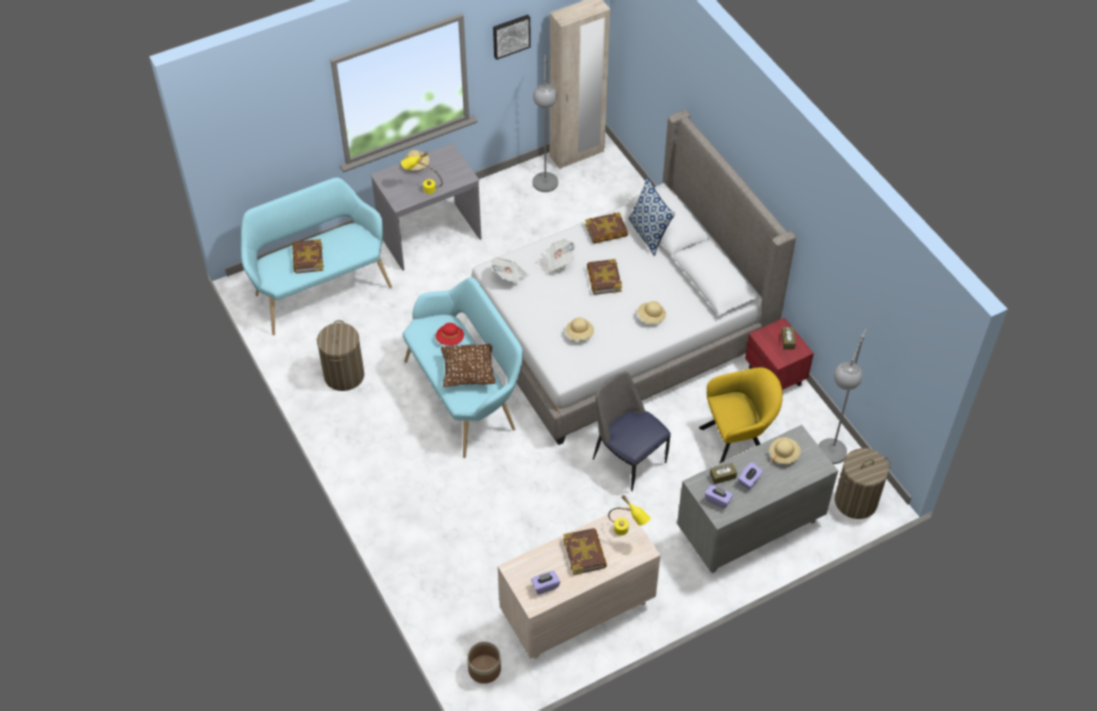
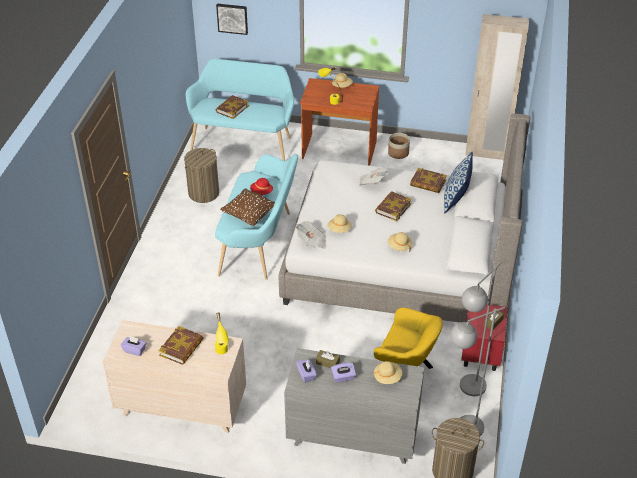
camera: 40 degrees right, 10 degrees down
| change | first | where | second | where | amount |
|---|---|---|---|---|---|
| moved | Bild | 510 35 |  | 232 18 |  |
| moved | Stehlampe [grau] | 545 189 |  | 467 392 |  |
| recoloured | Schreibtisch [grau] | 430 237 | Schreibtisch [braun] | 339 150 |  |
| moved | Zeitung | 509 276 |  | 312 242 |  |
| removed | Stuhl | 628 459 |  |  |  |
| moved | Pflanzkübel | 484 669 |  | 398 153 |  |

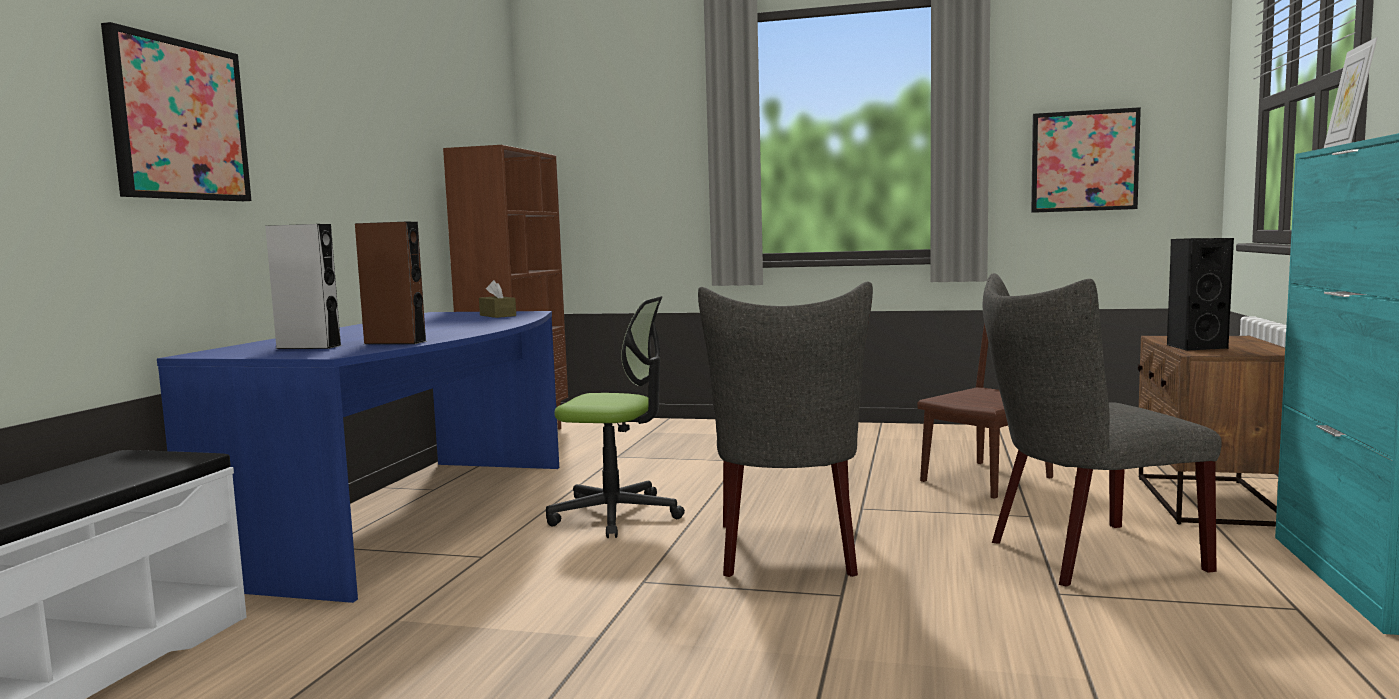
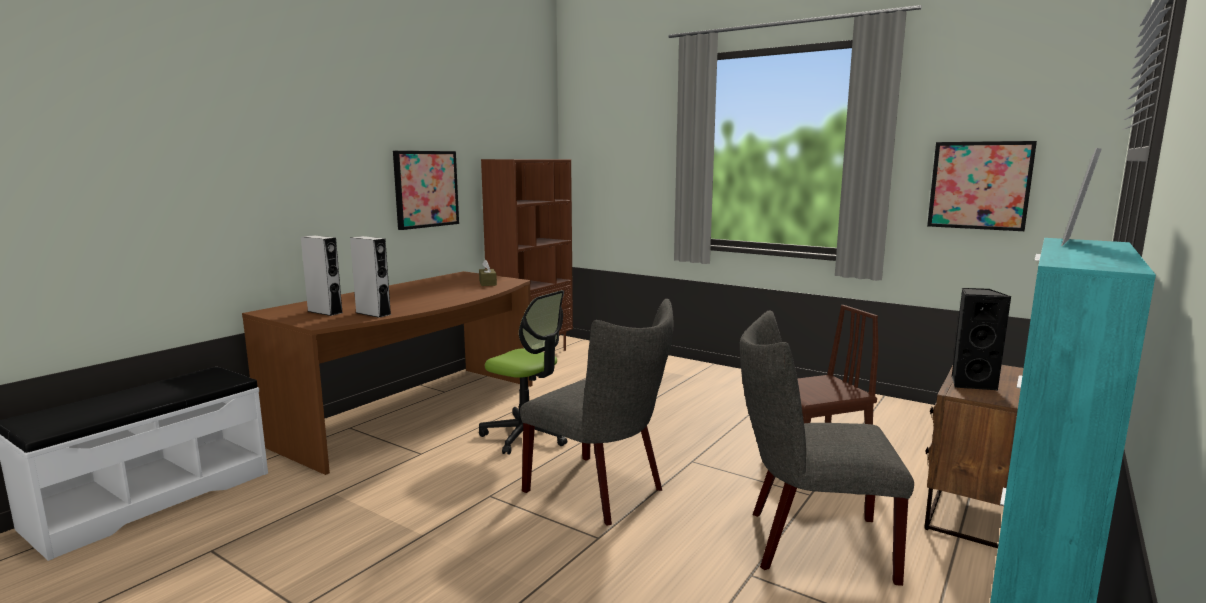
camera: 20 degrees right, 5 degrees up
| change | first | where | second | where | amount |
|---|---|---|---|---|---|
| moved | Bild | 178 120 |  | 426 189 |  |
| recoloured | Lautsprecher [braun] | 395 342 | Lautsprecher [grau] | 373 313 |  |
| turned | Stuhl [grau] | 788 553 |  | 601 491 | 75 degrees counterclockwise |
| recoloured | Schreibtisch [blau] | 418 517 | Schreibtisch [braun] | 416 413 |  |

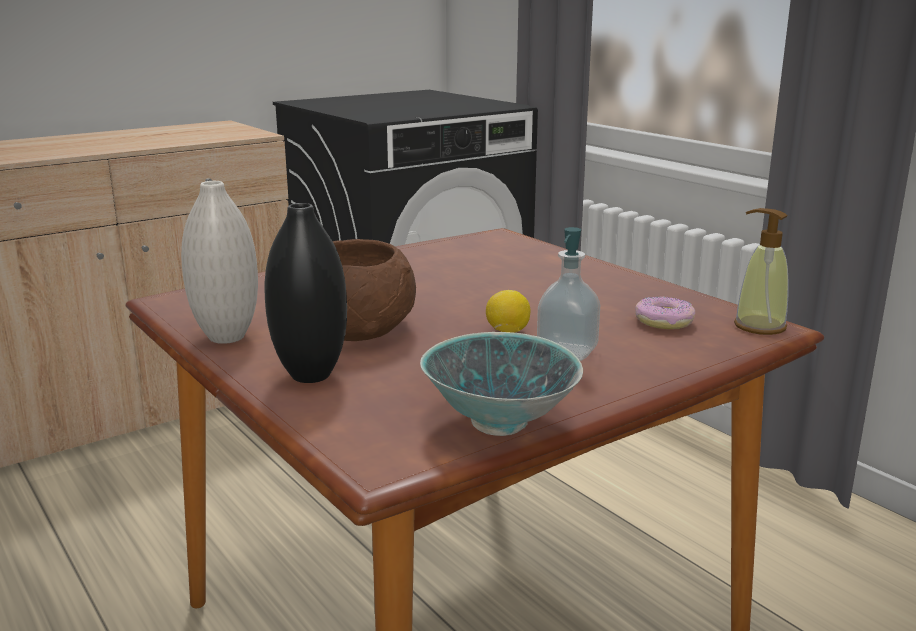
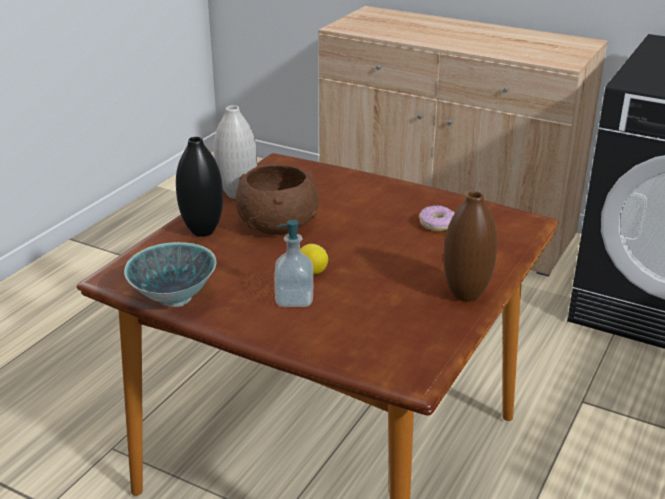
camera: 65 degrees right, 10 degrees up
| change | first | where | second | where | amount |
|---|---|---|---|---|---|
| removed | Seifenspender | 759 326 |  |  |  |
| moved | Donut | 664 321 |  | 437 224 |  |
| added |  |  | Vase [braun] | 466 295 |  |

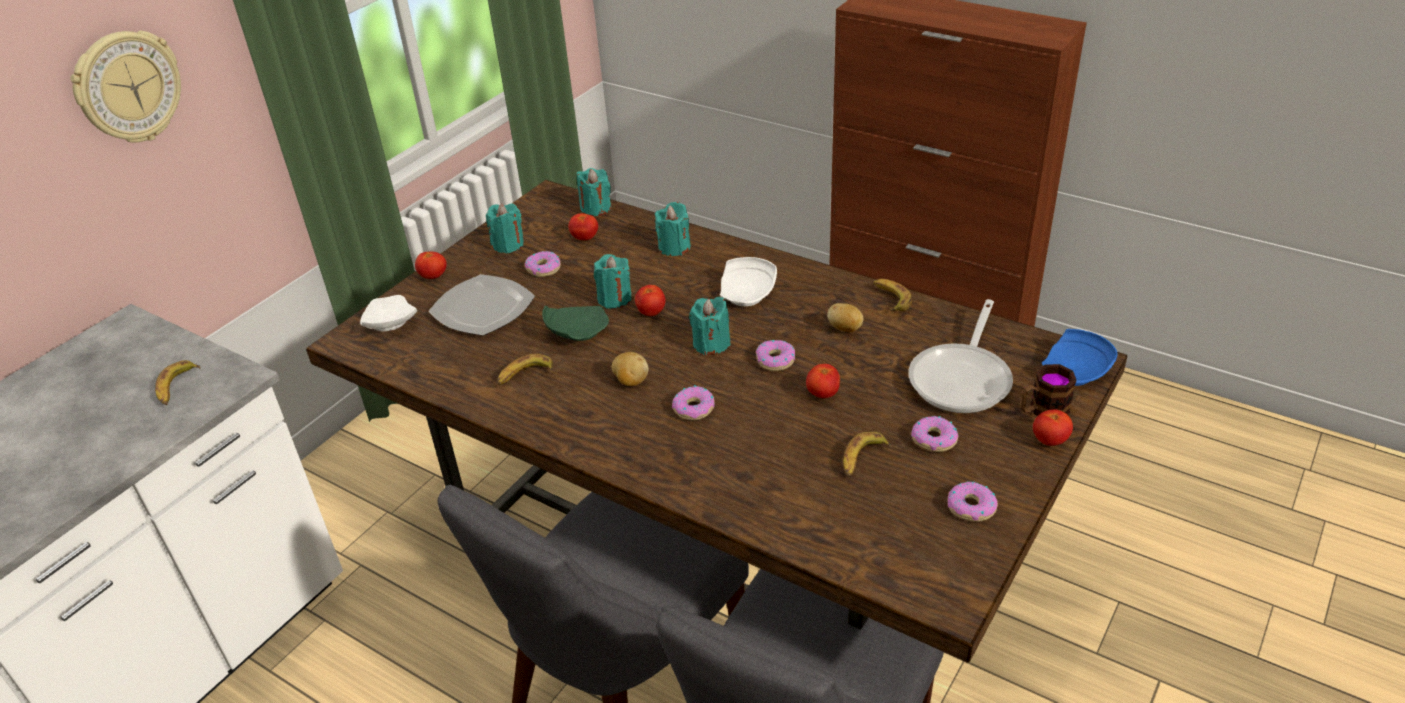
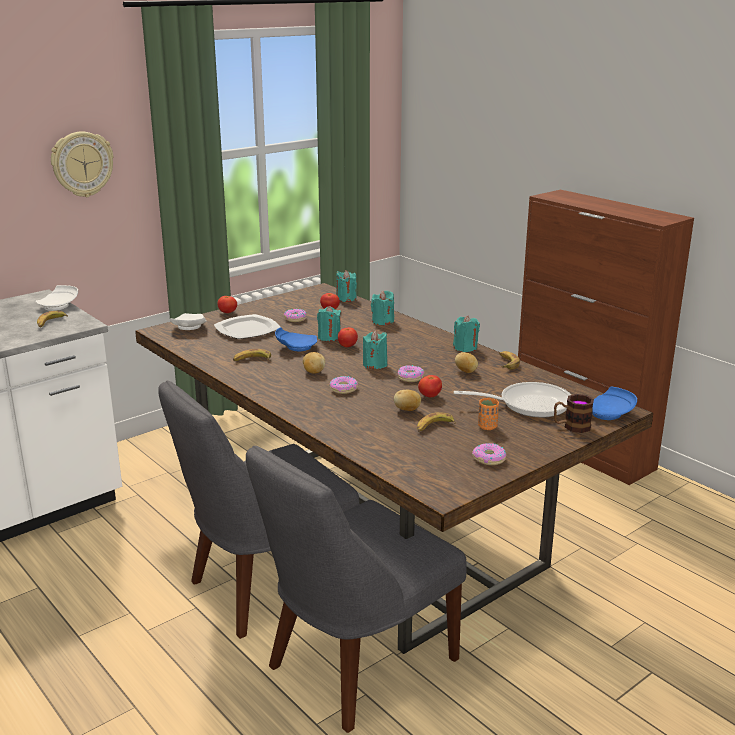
camera: 15 degrees right, 15 degrees down
| change | first | where | second | where | amount |
|---|---|---|---|---|---|
| moved | Kerze [türkis] | 508 244 |  | 465 348 |  |
| moved | Teller [weiß] | 747 293 |  | 59 306 |  |
| turned | Pfanne | 963 378 |  | 528 404 | 135 degrees counterclockwise |
| recoloured | Teller [grün] | 576 331 | Teller [blau] | 295 347 |  |
| removed | Tomate | 1049 440 |  |  |  |
| replaced | Donut | 934 439 | Tasse [orange] | 487 427 |  |
| added |  |  | Kartoffel | 407 410 |  |

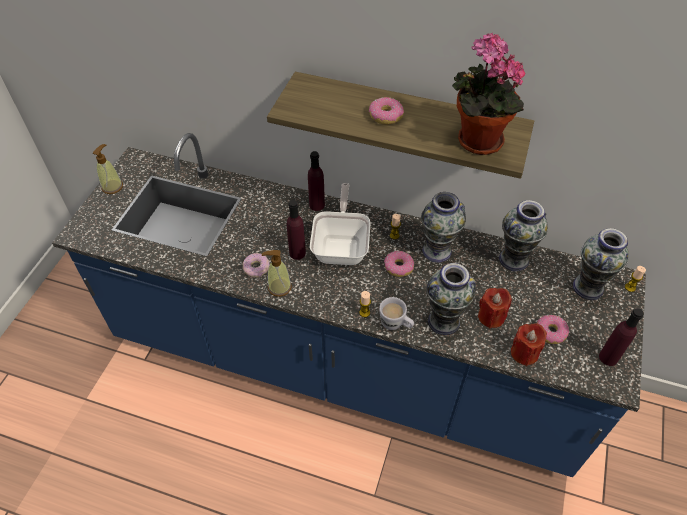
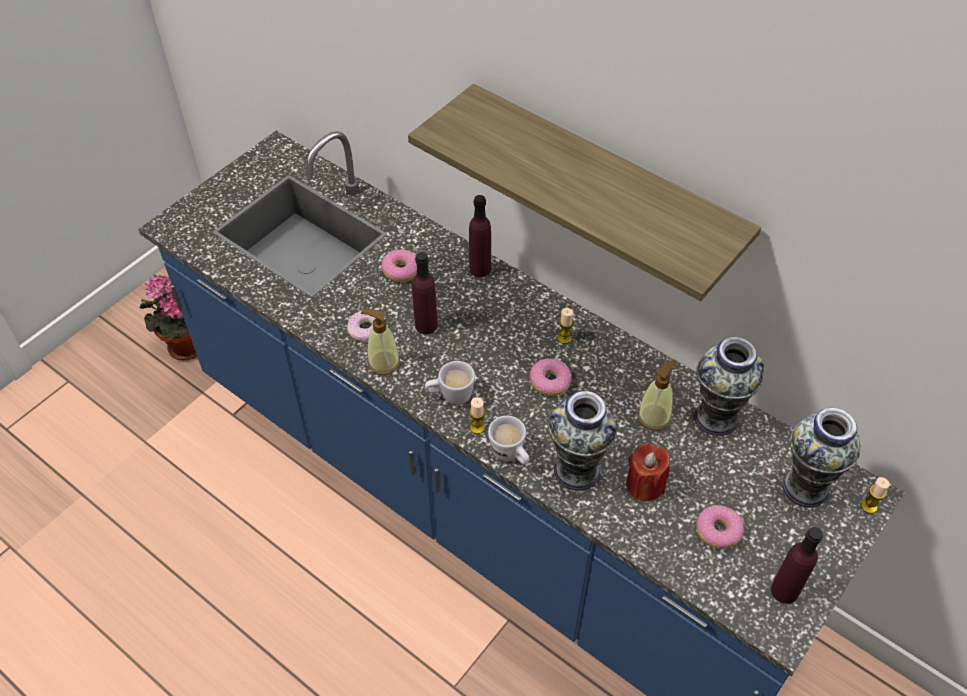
camera: 20 degrees right, 0 degrees up
| change | first | where | second | where | amount |
|---|---|---|---|---|---|
| moved | Topfpflanze | 475 141 |  | 183 346 |  |
| moved | Donut | 385 116 |  | 400 271 |  |
| moved | Seifenspender | 112 187 |  | 654 417 |  |
| removed | Pfanne | 341 246 |  |  |  |
| removed | Vase | 436 250 |  |  |  |
| removed | Kerze [rot] | 524 353 |  |  |  |
| added |  |  | Henkelbecher [weiß] | 450 396 |  |

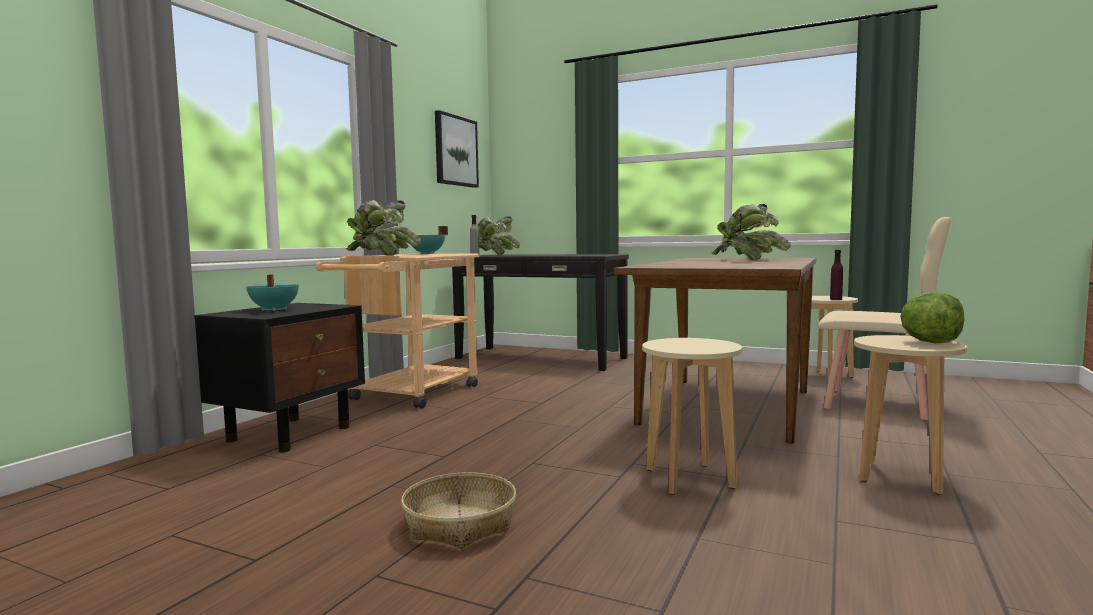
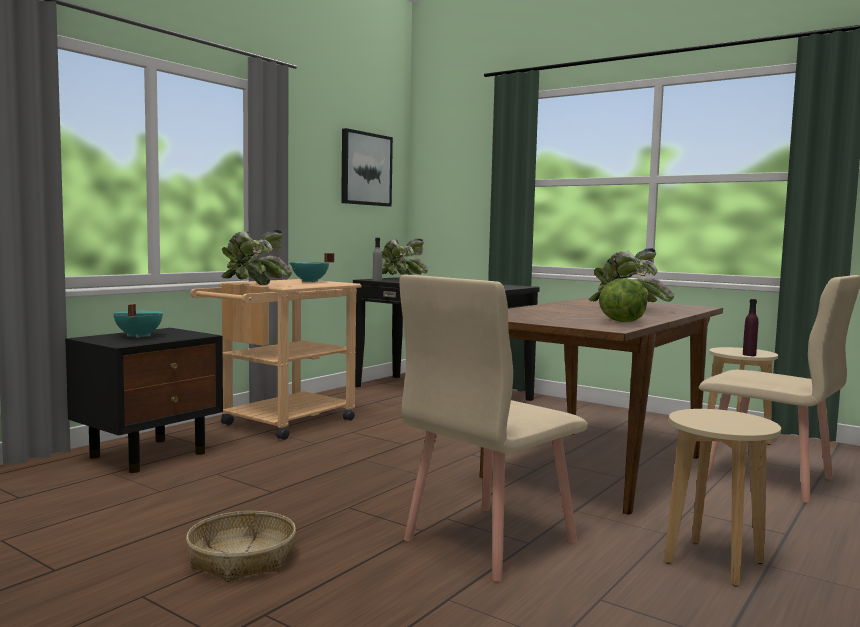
camera: 10 degrees right, 0 degrees up
| change | first | where | second | where | amount |
|---|---|---|---|---|---|
| moved | Salatkopf | 931 342 |  | 622 321 |  |
| replaced | Hocker [beige] | 689 479 | Stuhl [beige] | 488 540 |  |

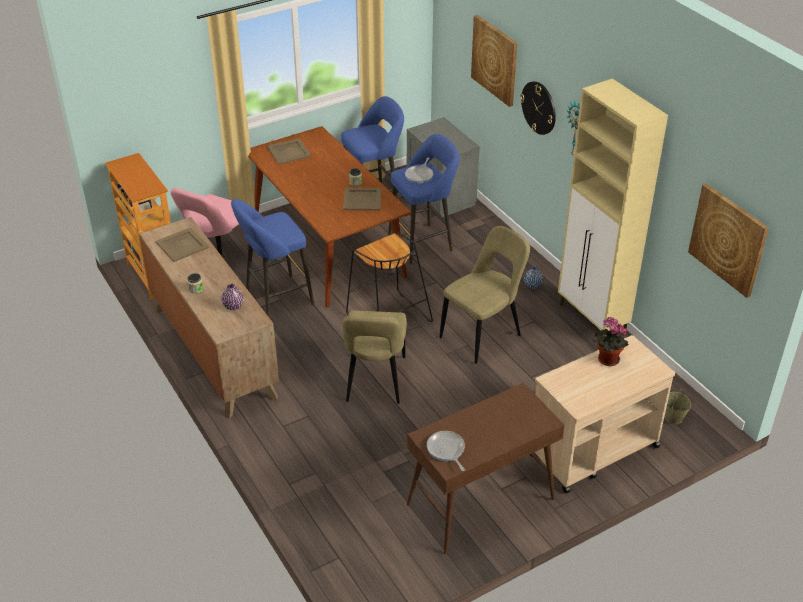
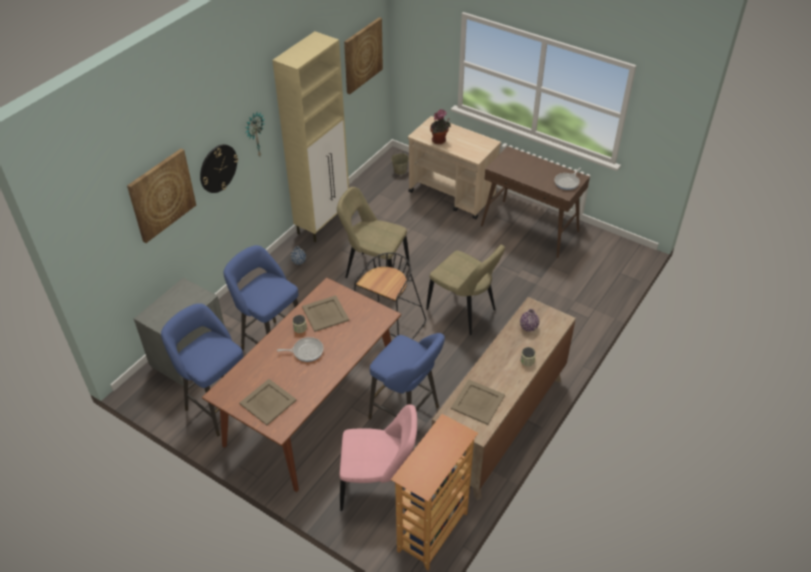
camera: 115 degrees left, 5 degrees up
| change | first | where | second | where | amount |
|---|---|---|---|---|---|
| moved | Pfanne | 420 175 |  | 306 351 |  |
| turned | Stuhl [beige] | 375 382 |  | 463 311 | 60 degrees clockwise |

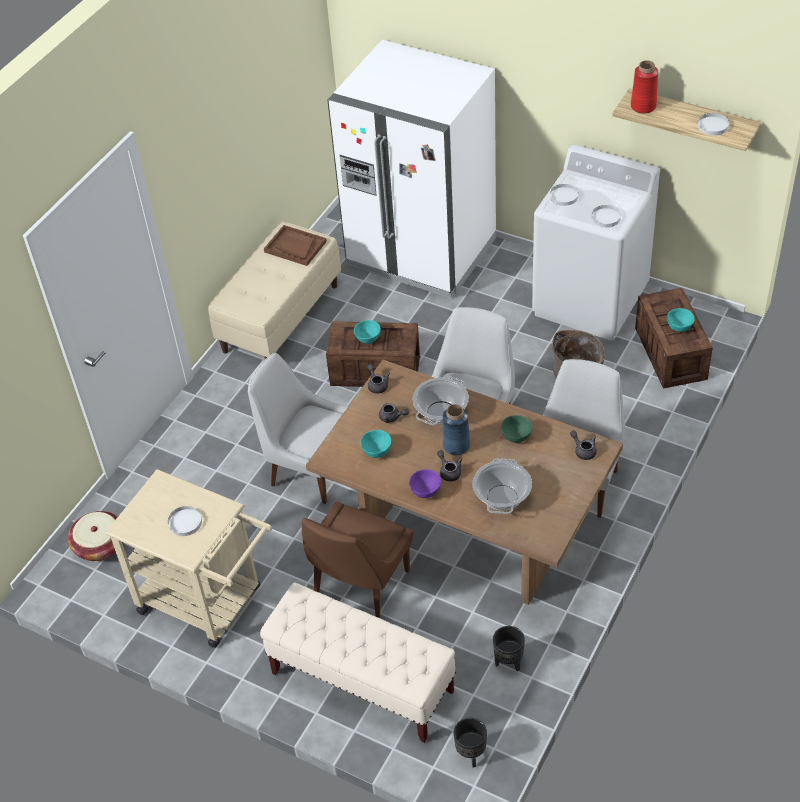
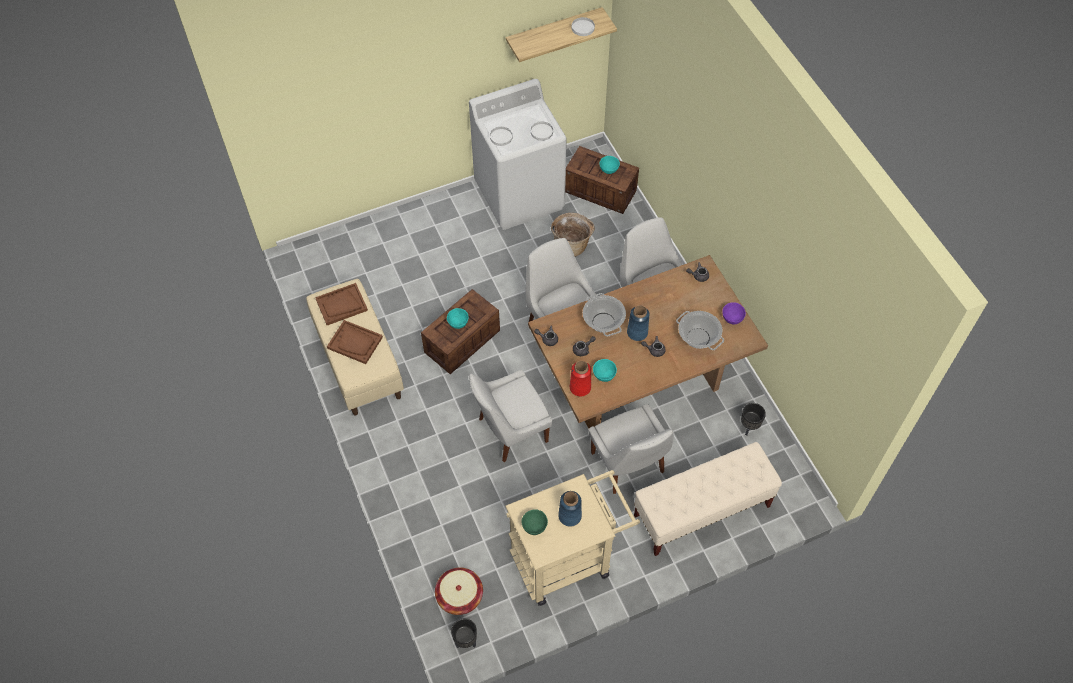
camera: 55 degrees left, 10 degrees up
| change | first | where | second | where | amount |
|---|---|---|---|---|---|
| removed | Kühlschrank [weiß] | 421 253 |  |  |  |
| moved | Vase [rot] | 643 106 |  | 580 387 |  |
| moved | Schüssel [grün] | 517 437 |  | 534 526 |  |
| moved | Schüssel [lila] | 426 491 |  | 732 318 |  |
| recoloured | Stuhl [braun] | 359 585 | Stuhl [weiß] | 628 465 |  |
| replaced | Teller [weiß] | 185 522 | Vase [blau] | 569 516 |  |
| moved | Pflanzkübel [schwarz] | 471 754 |  | 466 641 |  |
| added |  |  | Tablett [braun] | 355 343 |  |

